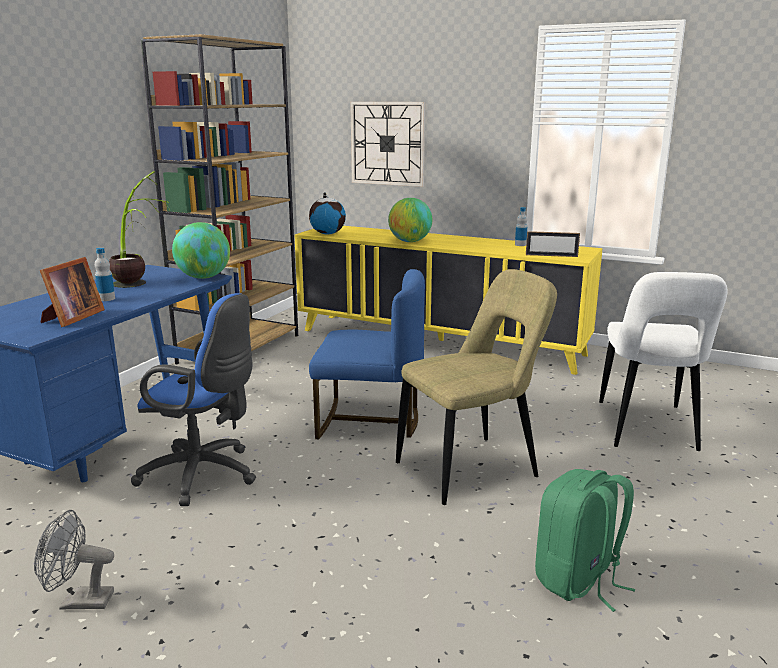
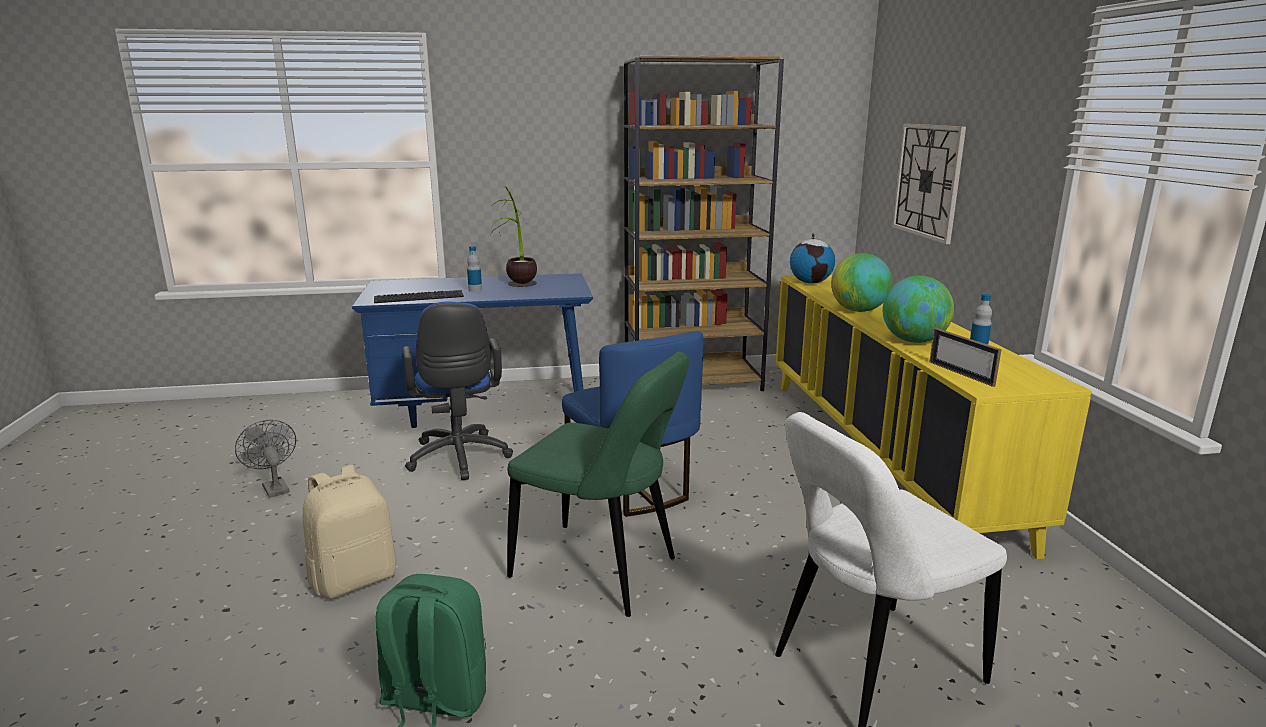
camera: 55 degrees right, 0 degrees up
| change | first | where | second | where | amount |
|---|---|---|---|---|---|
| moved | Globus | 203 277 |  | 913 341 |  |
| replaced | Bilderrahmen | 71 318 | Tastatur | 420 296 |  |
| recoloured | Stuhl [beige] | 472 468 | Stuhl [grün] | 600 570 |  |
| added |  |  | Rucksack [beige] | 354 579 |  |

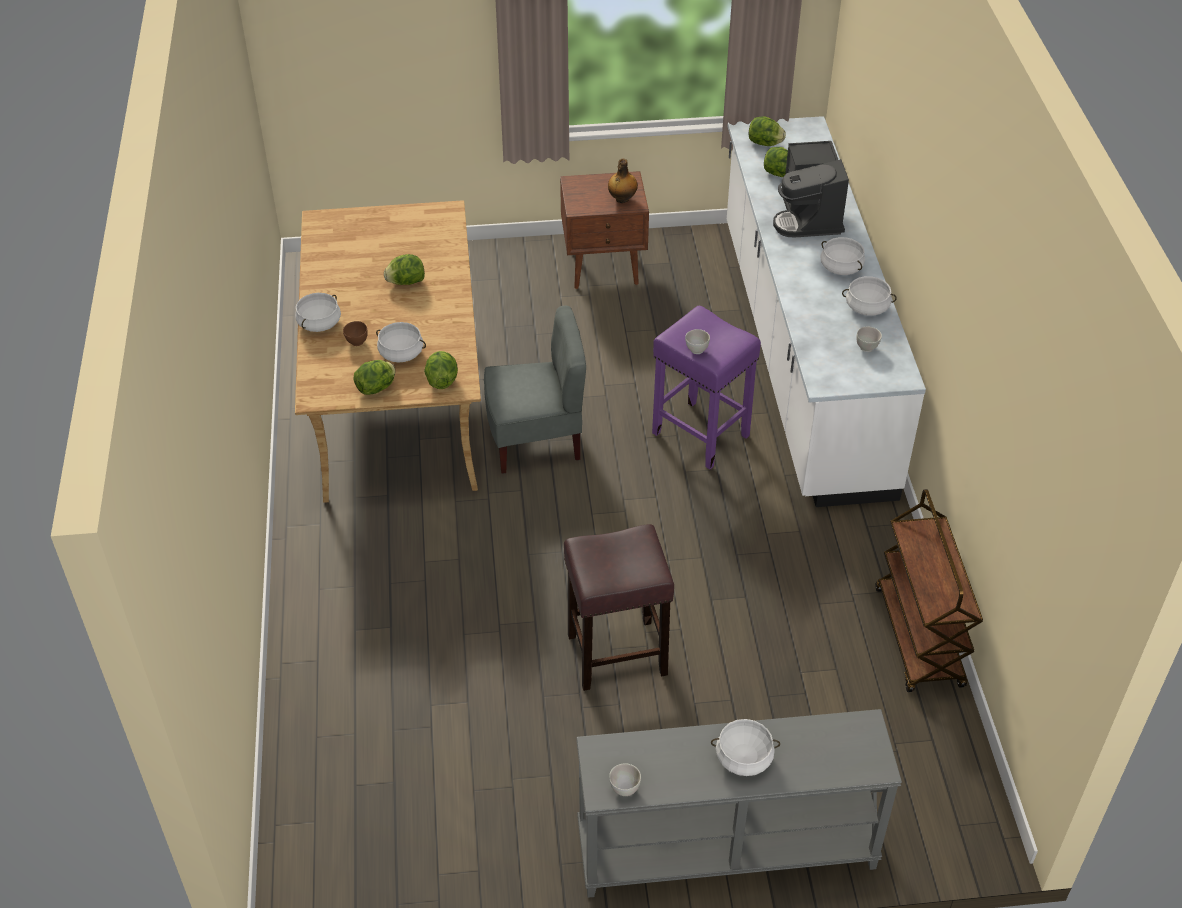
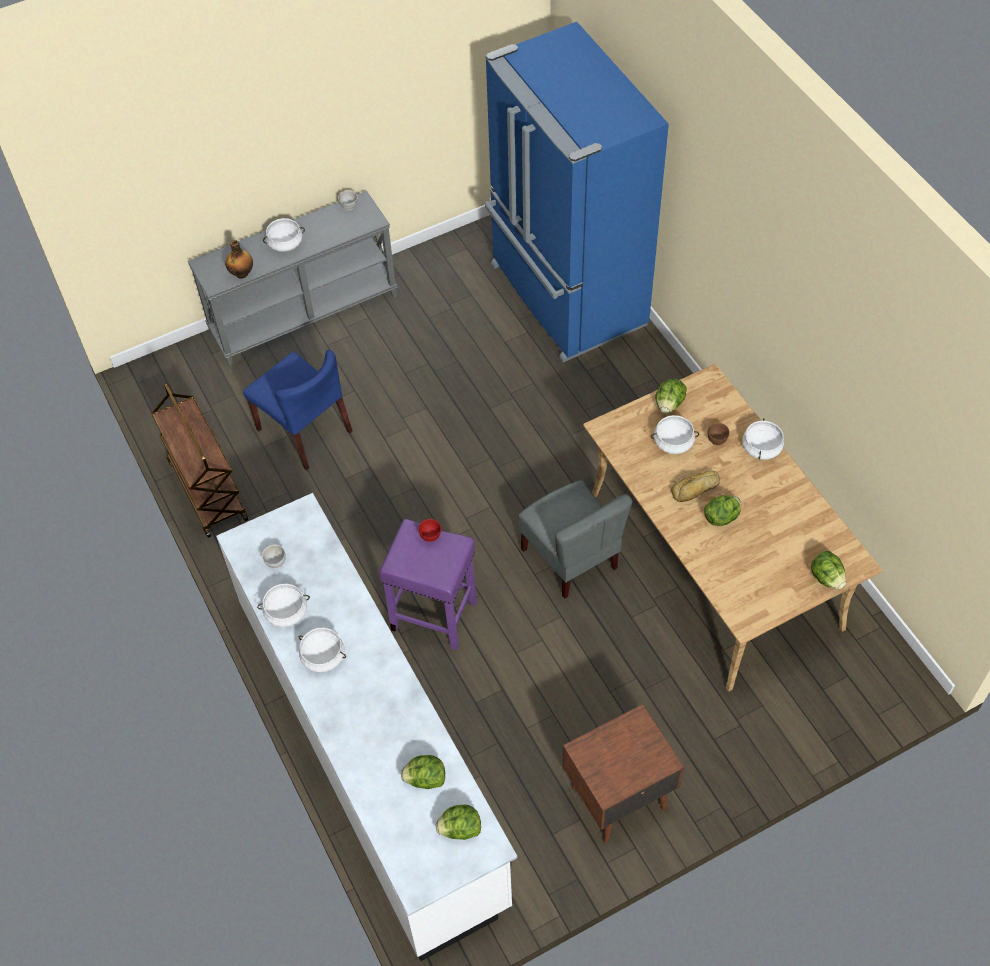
camera: 160 degrees right, 10 degrees up
| change | first | where | second | where | amount |
|---|---|---|---|---|---|
| removed | Kaffeemaschine | 808 217 |  |  |  |
| moved | Flasche | 622 199 |  | 242 273 |  |
| turned | Stuhl [grau] | 535 440 |  | 571 558 | 90 degrees counterclockwise |
| recoloured | Schüssel [weiß] | 696 350 | Schüssel [rot] | 430 537 |  |
| moved | Salatkopf | 441 380 |  | 826 578 |  |
| removed | Hocker [braun] | 615 655 |  |  |  |
| added |  |  | Kühlschrank [blau] | 566 296 |  |
| added |  |  | Stuhl [blau] | 305 431 |  |
| added |  |  | Brot | 696 489 |  |

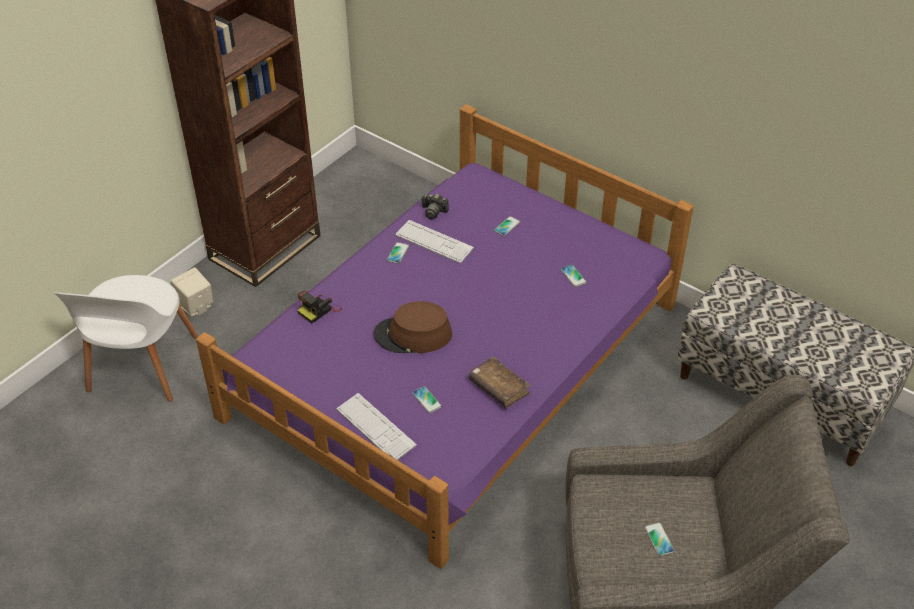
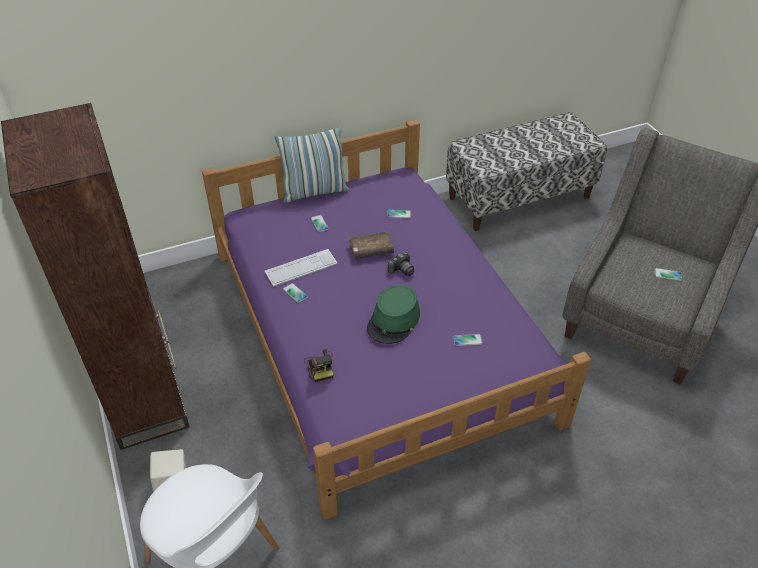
camera: 60 degrees left, 0 degrees up
| change | first | where | second | where | amount |
|---|---|---|---|---|---|
| moved | Kamera | 433 211 |  | 401 270 |  |
| recoloured | Hut [braun] | 413 335 | Hut [grün] | 394 320 |  |
| moved | Buch [braun] | 498 388 |  | 371 250 |  |
| removed | Tastatur | 375 427 |  |  |  |
| added |  |  | Kissen | 314 192 |  |

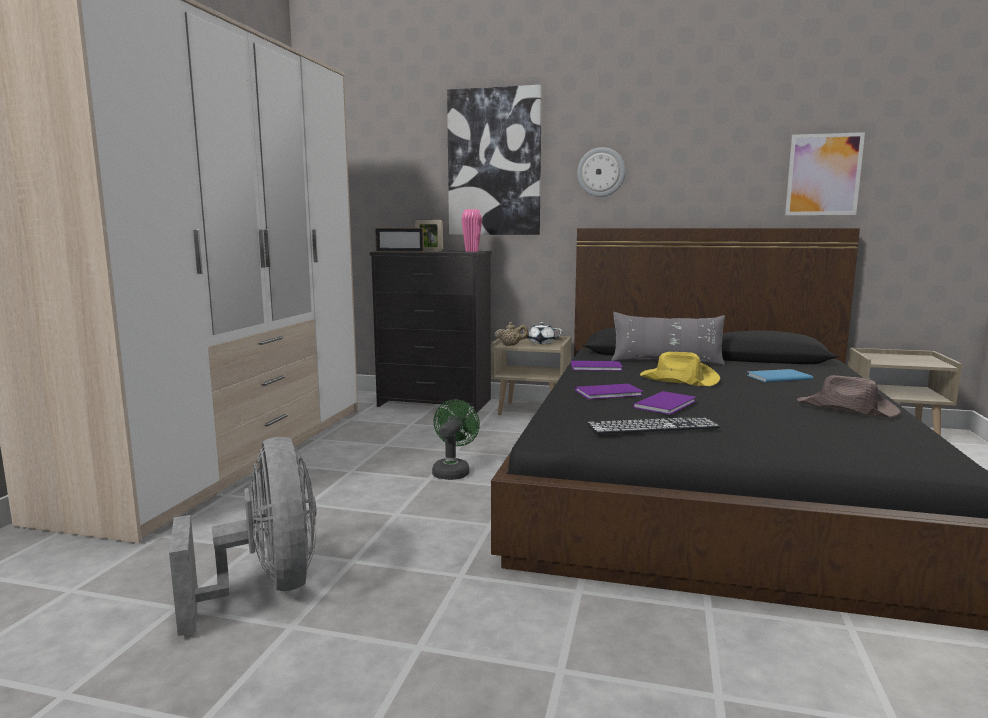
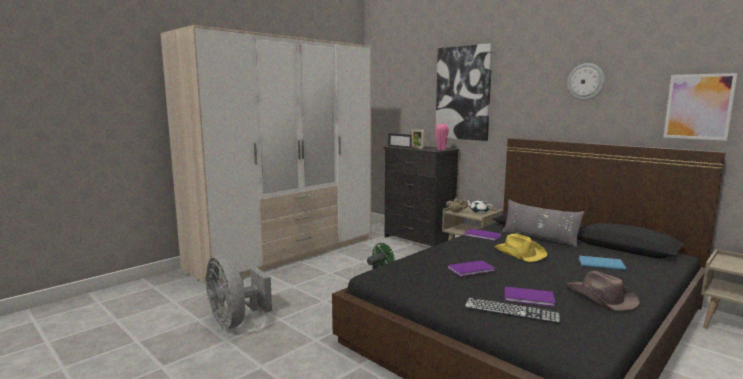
camera: 30 degrees right, 0 degrees up
| change | first | where | second | where | amount |
|---|---|---|---|---|---|
| moved | Wanduhr | 601 172 |  | 586 81 |  |
| moved | Buch [lila] | 611 393 |  | 530 298 |  |
| moved | Tastatur | 652 426 |  | 511 310 |  |
| turned | Ventilator [grau] | 267 588 |  | 235 321 | 135 degrees clockwise |

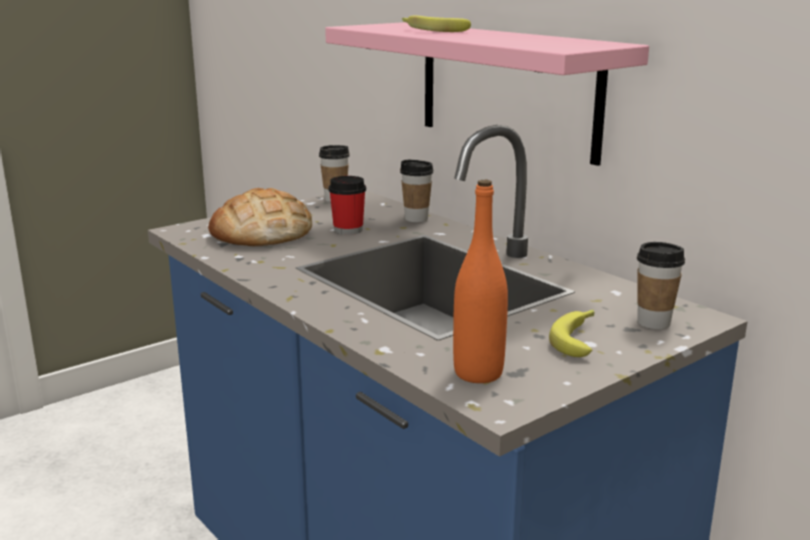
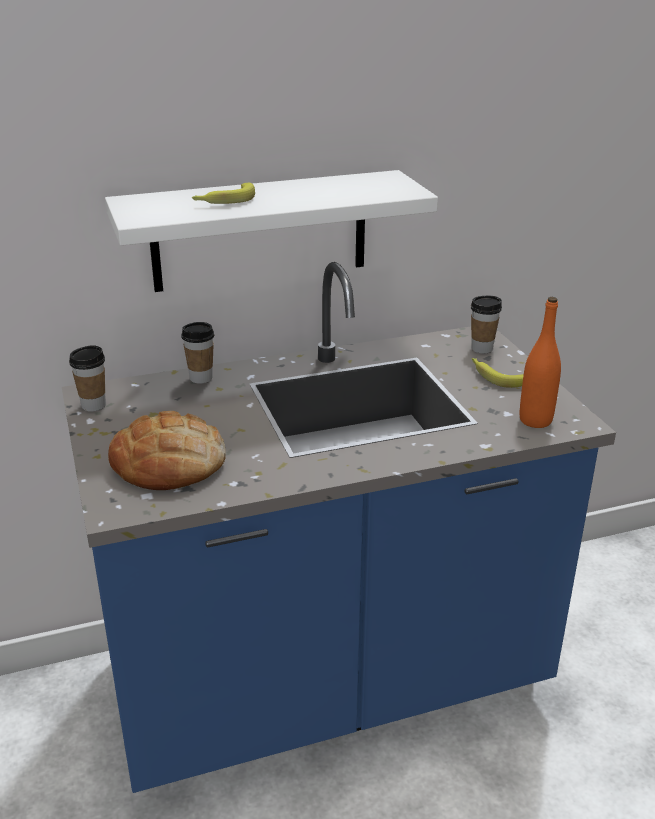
camera: 70 degrees left, 10 degrees up
| change | first | where | second | where | amount |
|---|---|---|---|---|---|
| recoloured | Wandregal [rosa] | 507 88 | Wandregal [weiß] | 260 231 |  |
| removed | Tasse | 348 230 |  |  |  |

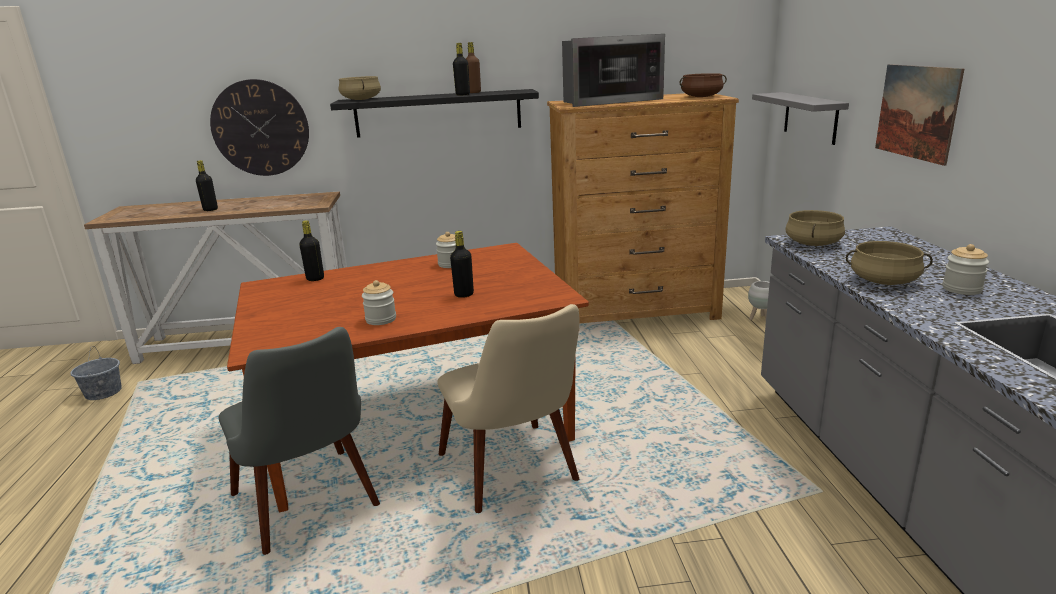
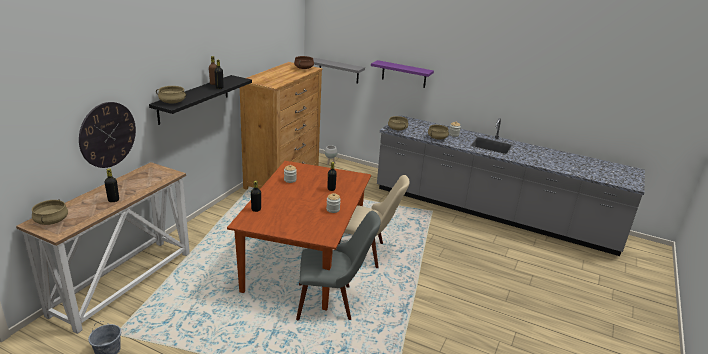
camera: 60 degrees left, 5 degrees up
| change | first | where | second | where | amount |
|---|---|---|---|---|---|
| removed | Mikrowelle | 608 101 |  |  |  |
| replaced | Bild | 916 112 | Wandregal [lila] | 404 74 |  |
| added |  |  | Kochtopf [beige] | 52 221 |  |

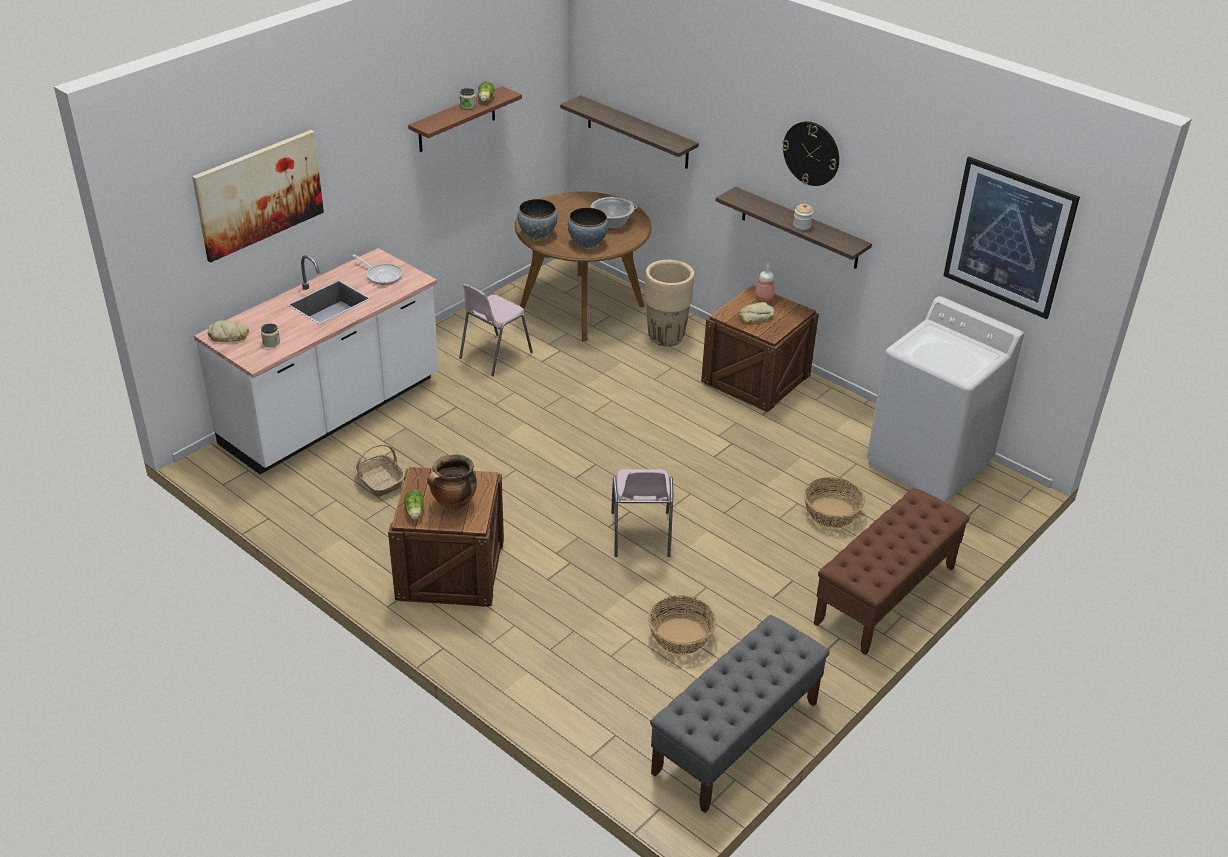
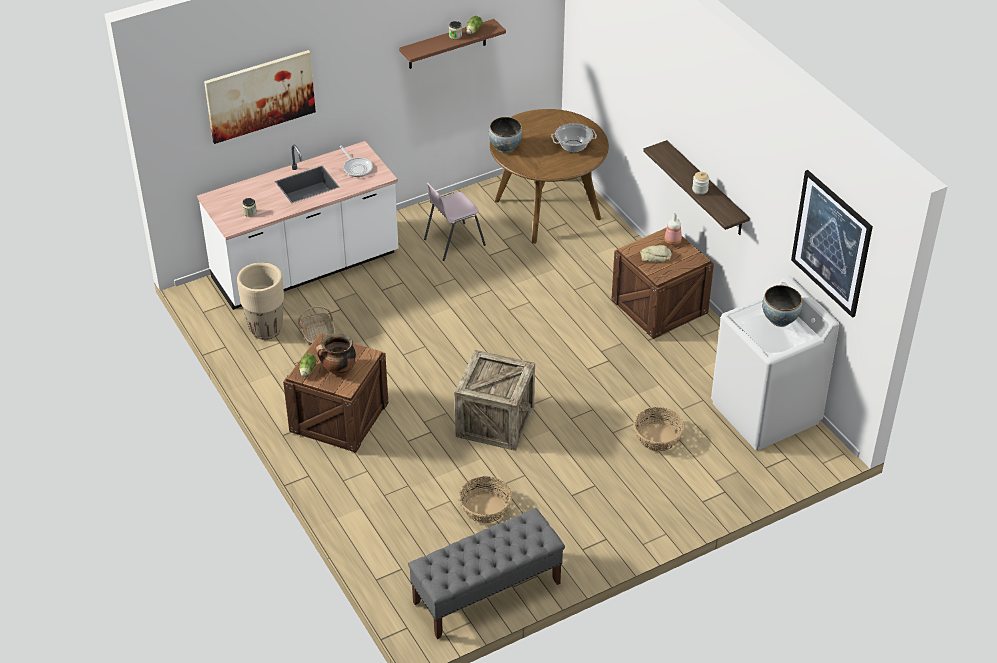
camera: 20 degrees right, 5 degrees up
| change | first | where | second | where | amount |
|---|---|---|---|---|---|
| removed | Wandregal | 637 132 |  |  |  |
| removed | Wanduhr | 811 153 |  |  |  |
| moved | Schüssel | 587 243 |  | 779 320 |  |
| moved | Pflanzkübel [beige] | 666 337 |  | 266 329 |  |
| removed | Brot | 228 336 |  |  |  |
| replaced | Stuhl [rosa] | 640 535 | Kiste | 495 422 |  |
| removed | Bank [braun] | 885 595 |  |  |  |

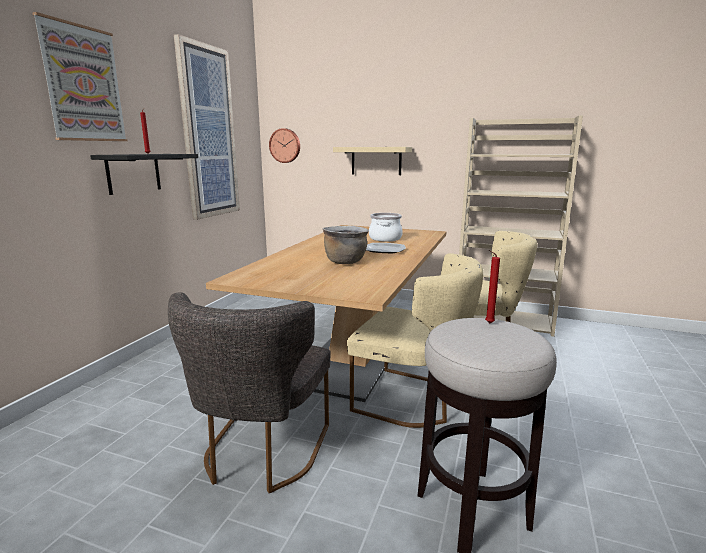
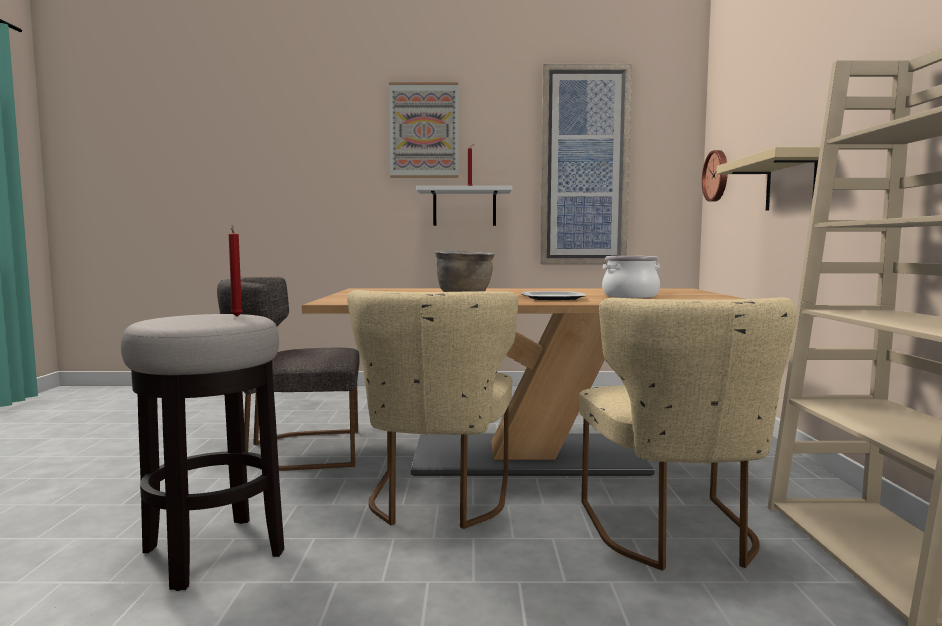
camera: 70 degrees right, 10 degrees down
| change | first | where | second | where | amount |
|---|---|---|---|---|---|
| recoloured | Wandregal [schwarz] | 133 173 | Wandregal [weiß] | 464 207 |  |

